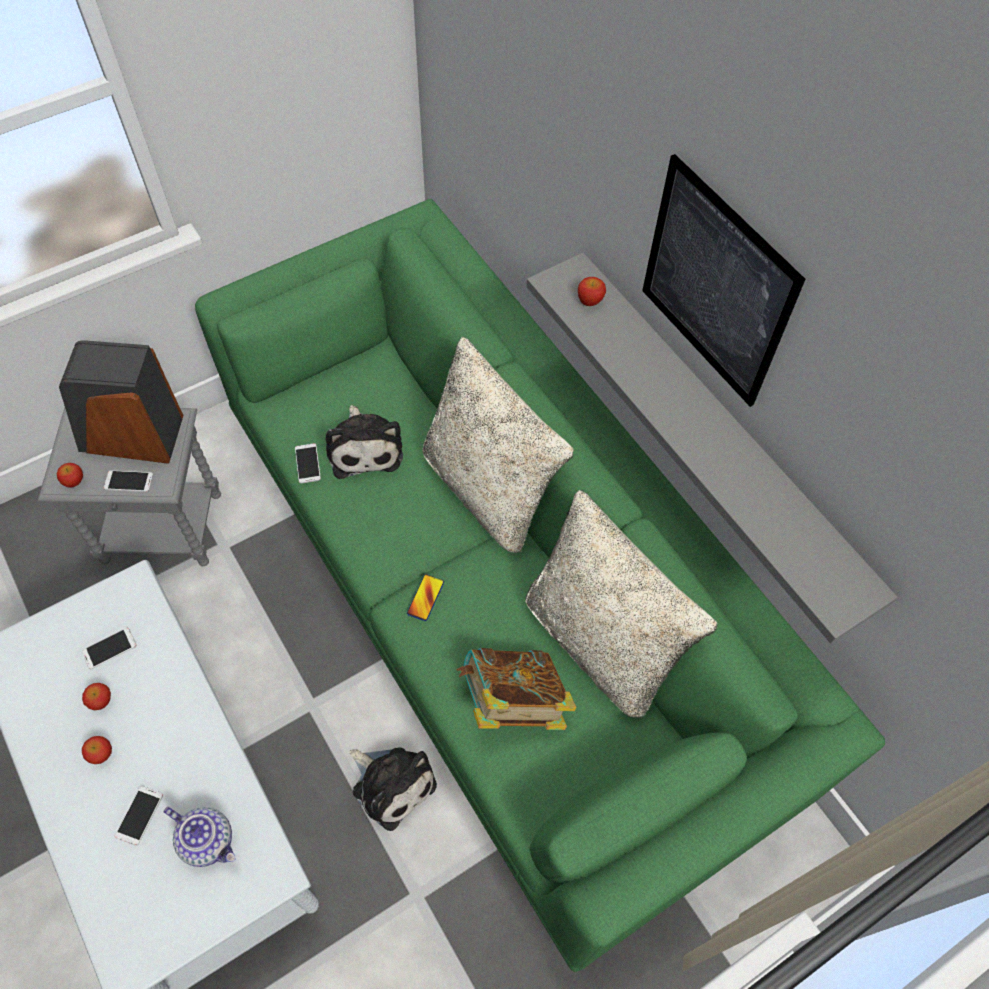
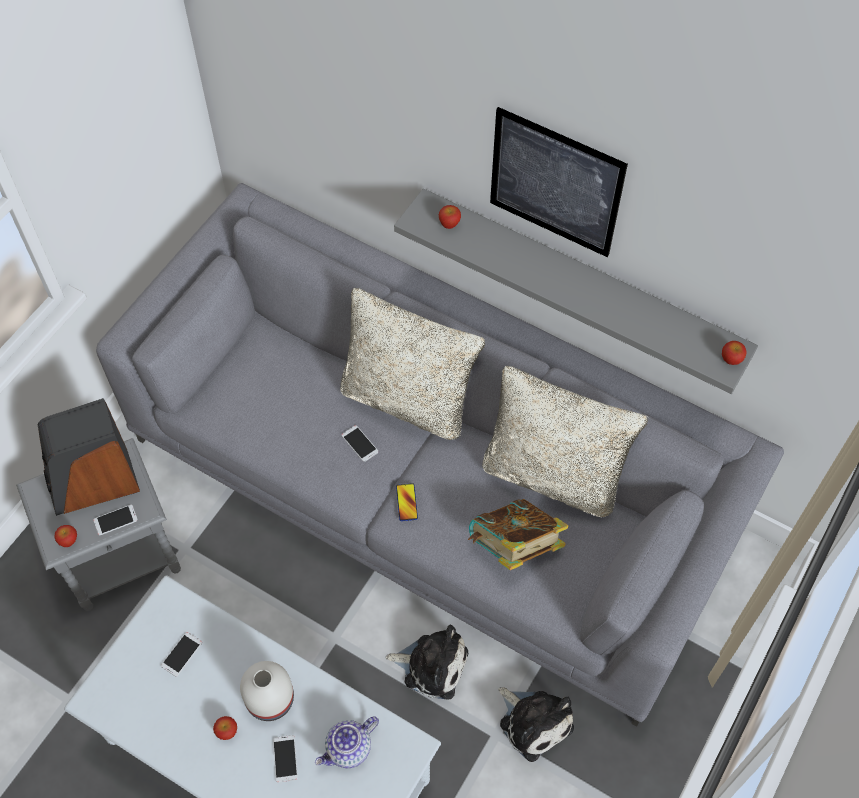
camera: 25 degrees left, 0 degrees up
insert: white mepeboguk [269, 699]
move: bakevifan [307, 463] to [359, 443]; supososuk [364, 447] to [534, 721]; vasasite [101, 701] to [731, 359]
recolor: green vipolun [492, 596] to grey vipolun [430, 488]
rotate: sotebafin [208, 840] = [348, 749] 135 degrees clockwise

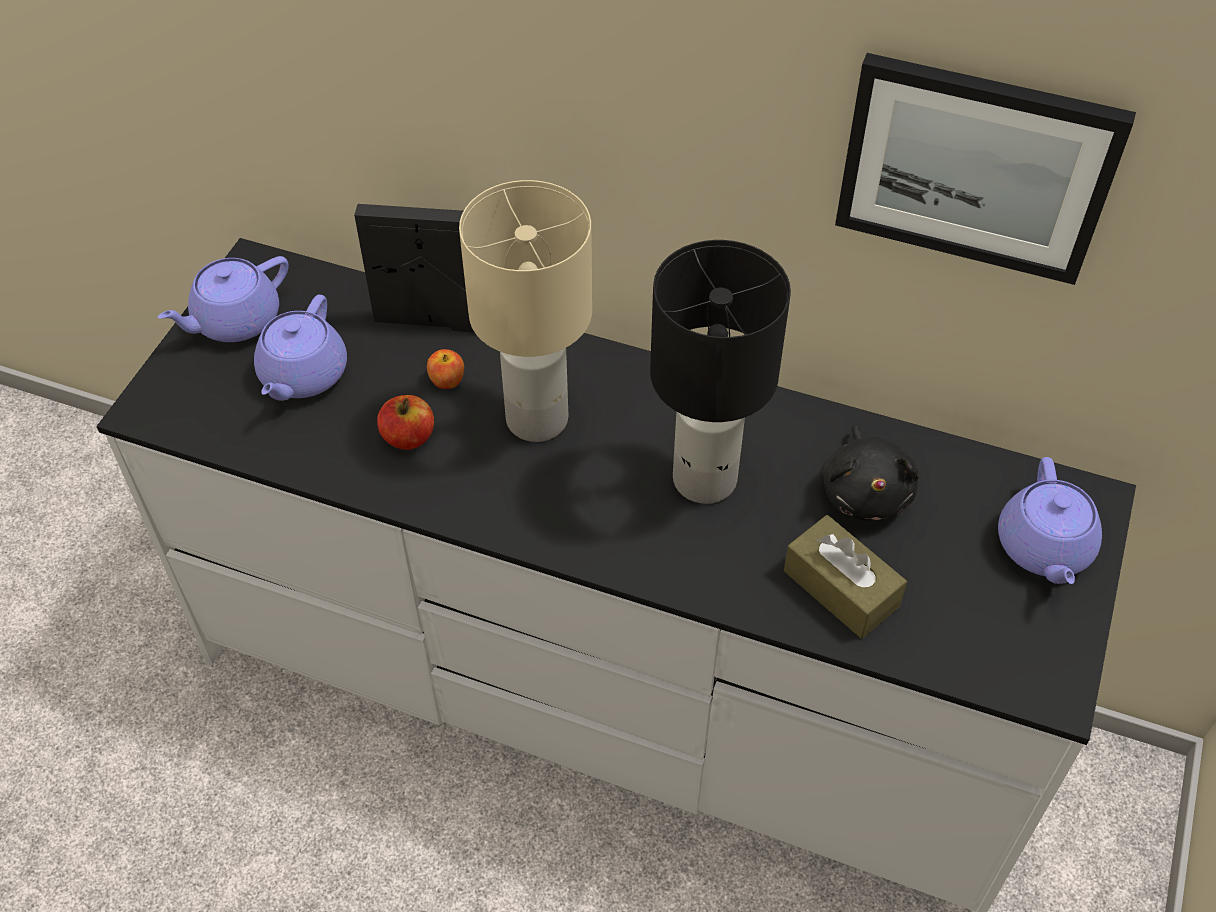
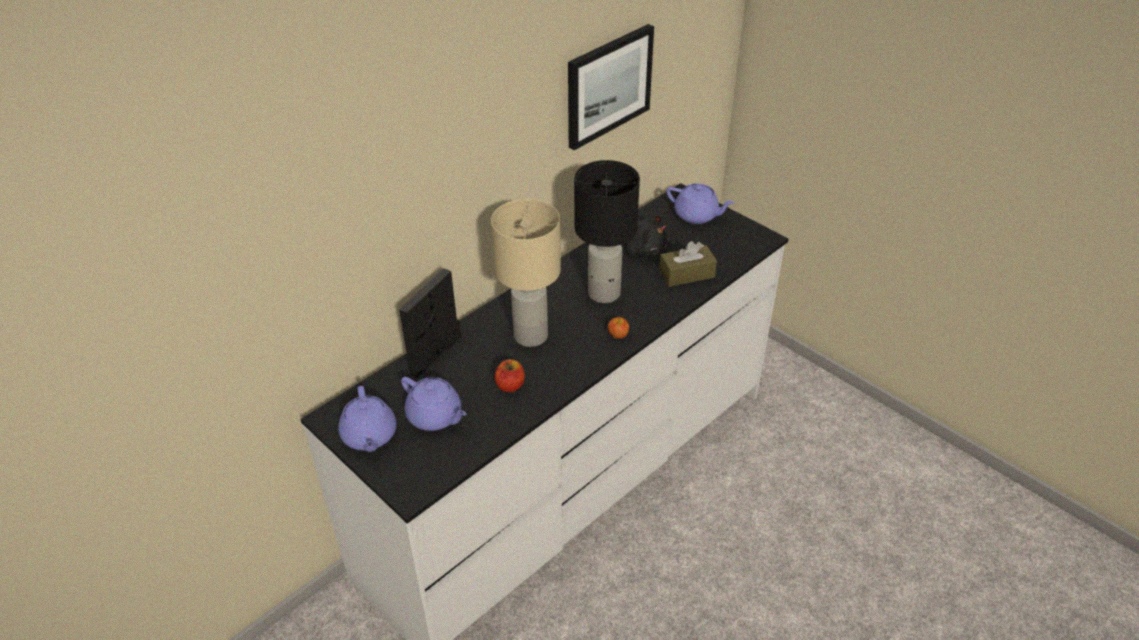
camera: 65 degrees left, 10 degrees down
move: vasasite [447, 380] to [618, 335]

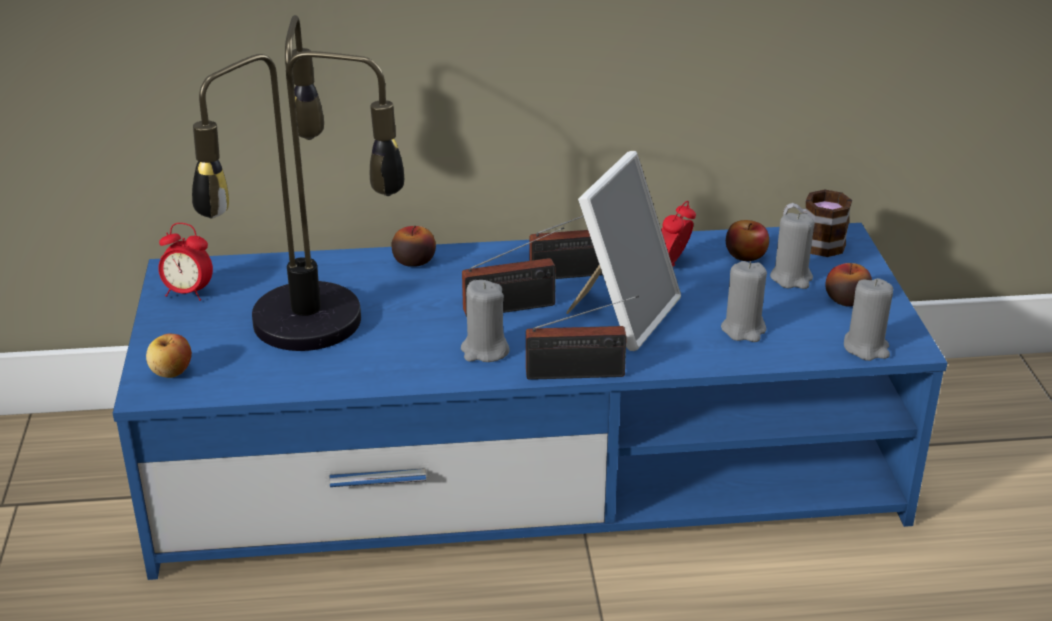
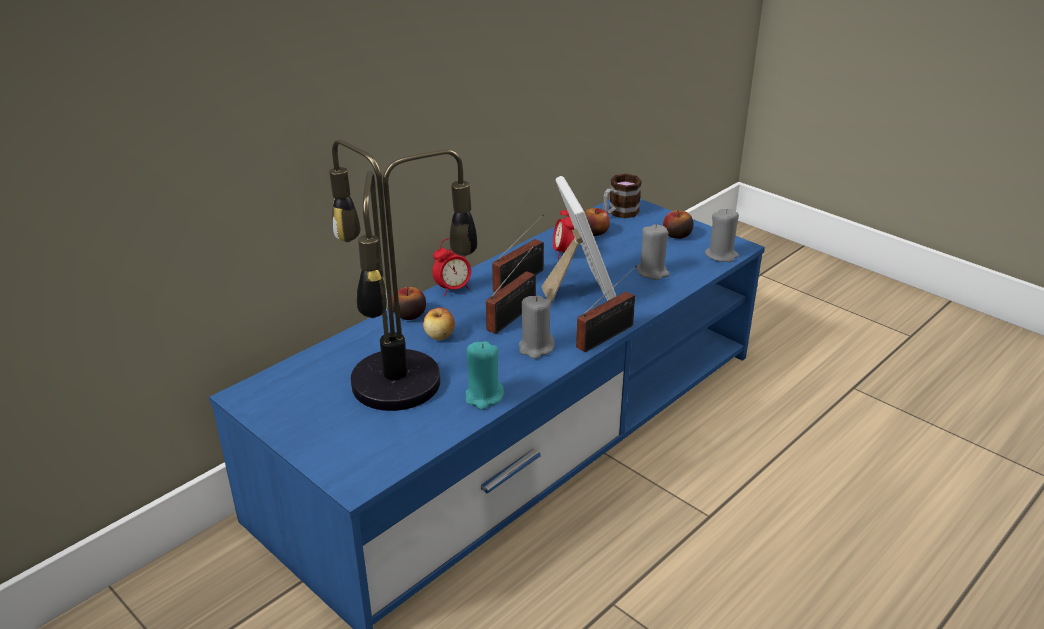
camera: 40 degrees left, 0 degrees up
delete: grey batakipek [791, 278]
insert: turquoise batakipek [483, 397]
move: vasasite [171, 372] to [439, 336]; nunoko [188, 293] to [453, 289]

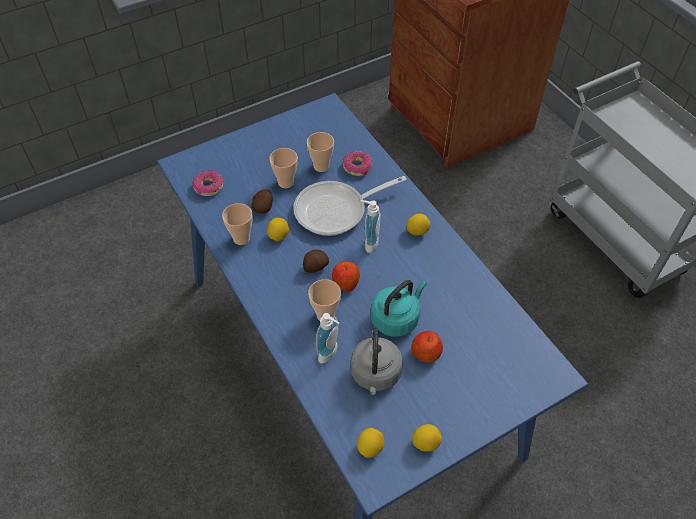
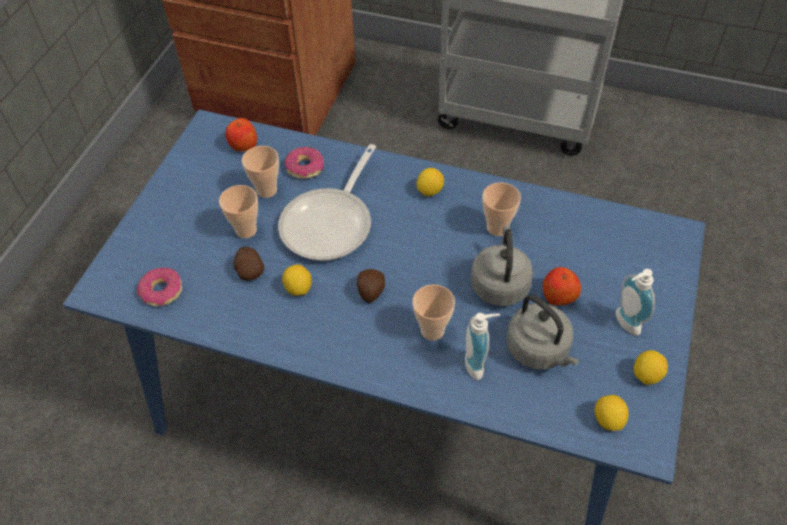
camera: 40 degrees left, 0 degrees up
move: vasasite [346, 282] to [243, 145]; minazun [241, 238] to [497, 228]; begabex [368, 243] to [624, 324]
recolor: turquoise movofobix [396, 318] to grey movofobix [499, 284]

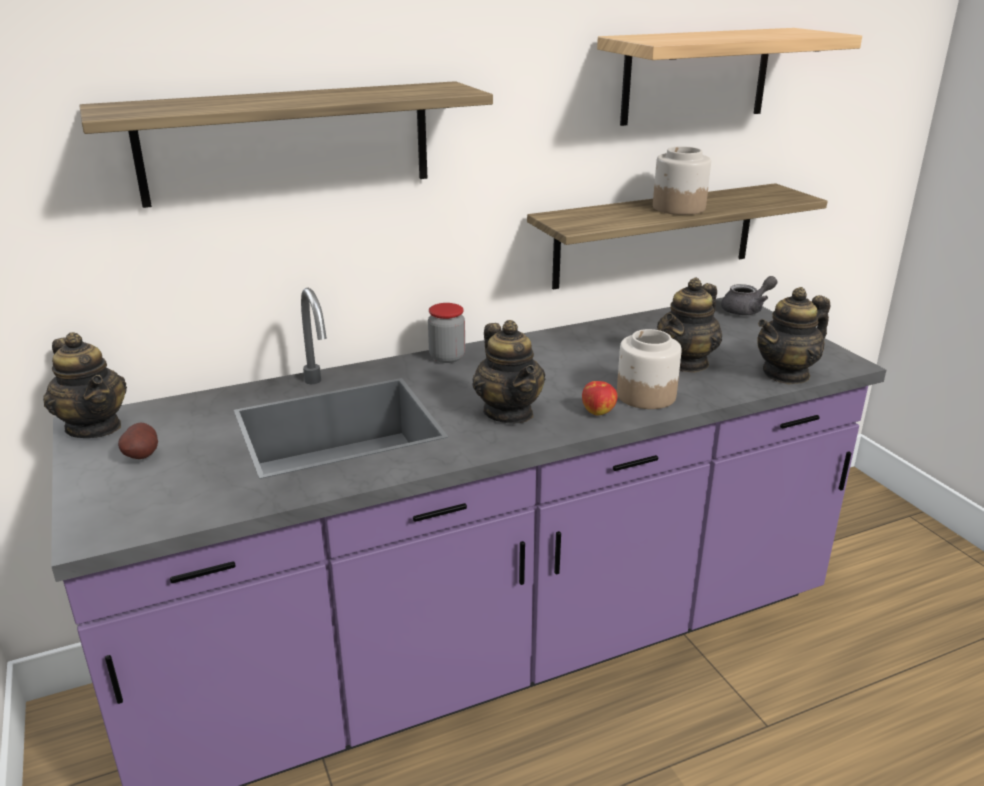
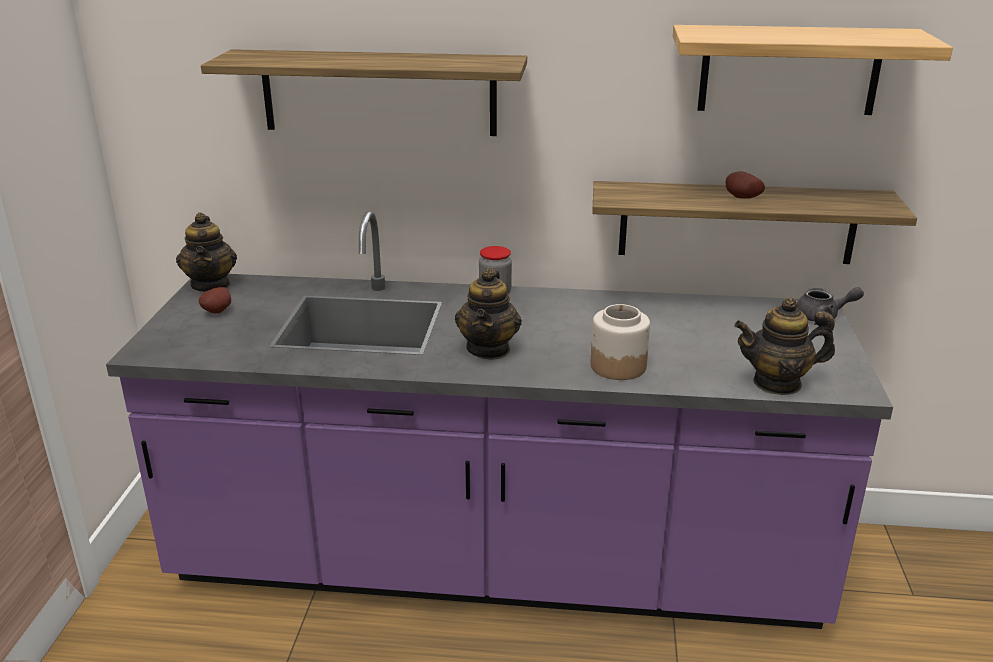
camera: 30 degrees right, 0 degrees up
delete: vasasite [598, 412]; sotebafin [686, 362]
replace: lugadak [678, 207] to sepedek [741, 198]

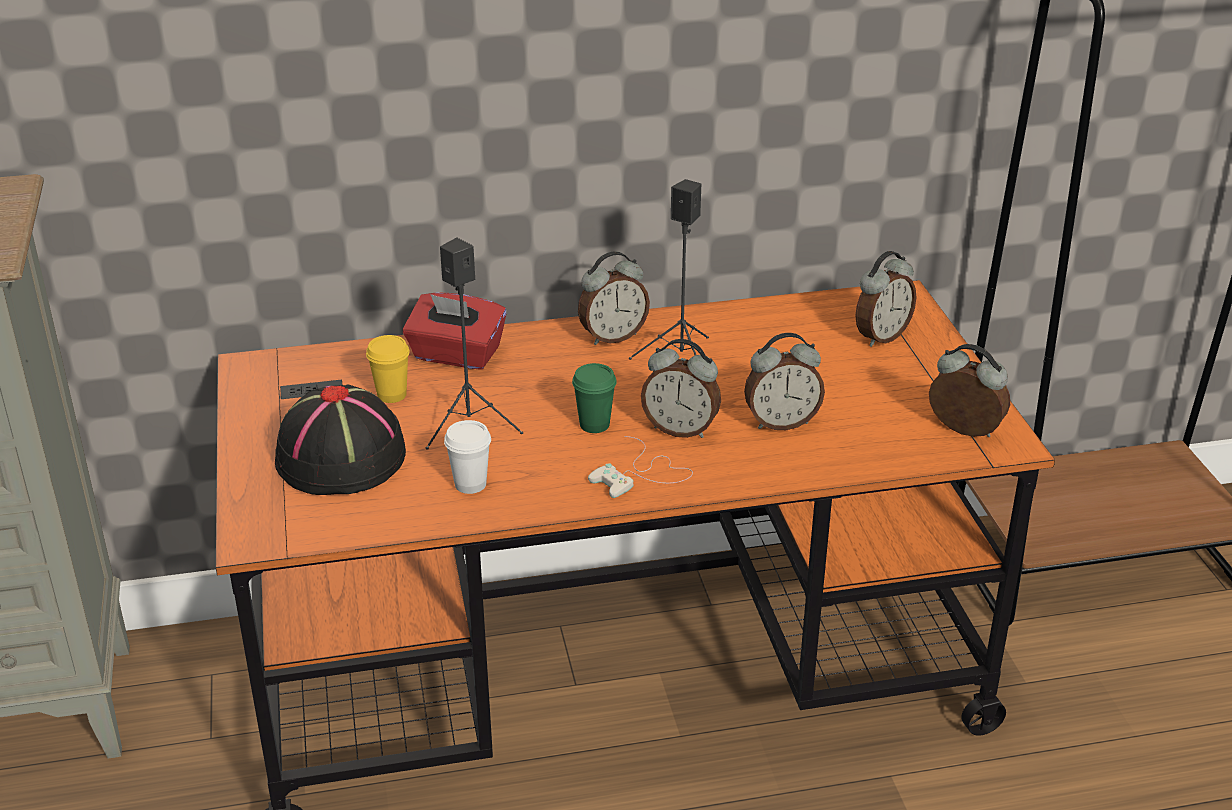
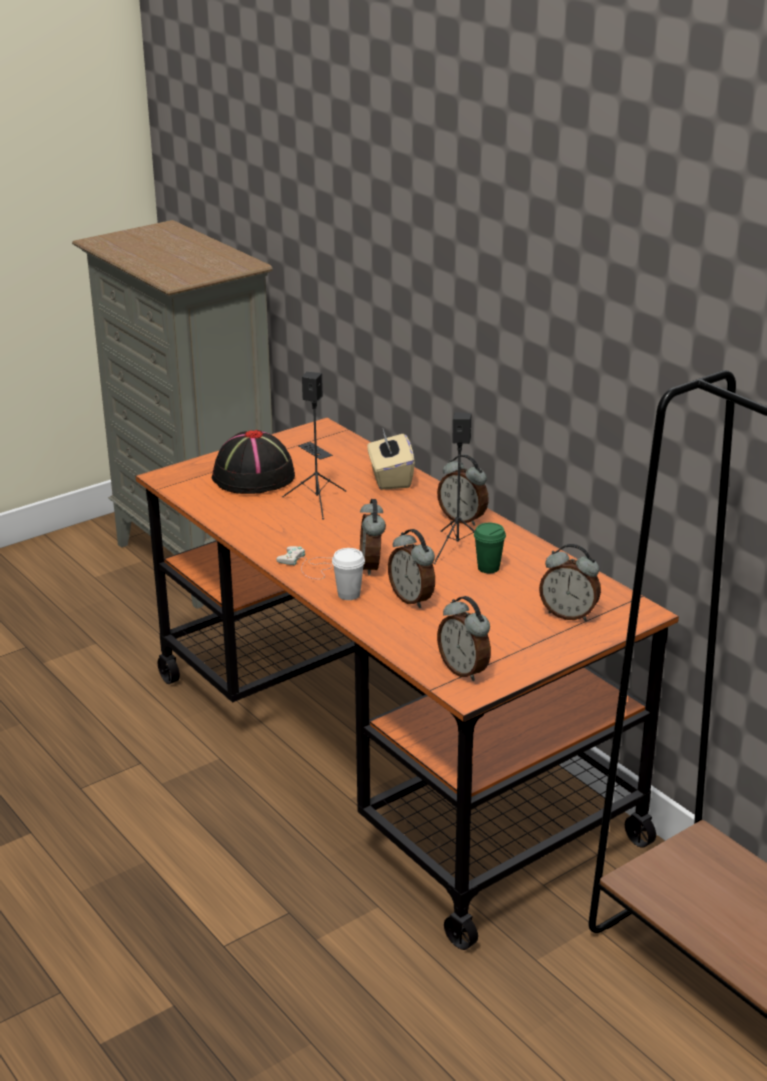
camera: 65 degrees right, 5 degrees down
delete: yellow minazun [391, 395]
move: white minazun [470, 484] to [349, 594]; green minazun [594, 425] to [488, 568]
recolor: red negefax [456, 355] to beige negefax [390, 478]
rotate: nunoko [963, 432] = [464, 670] 135 degrees clockwise

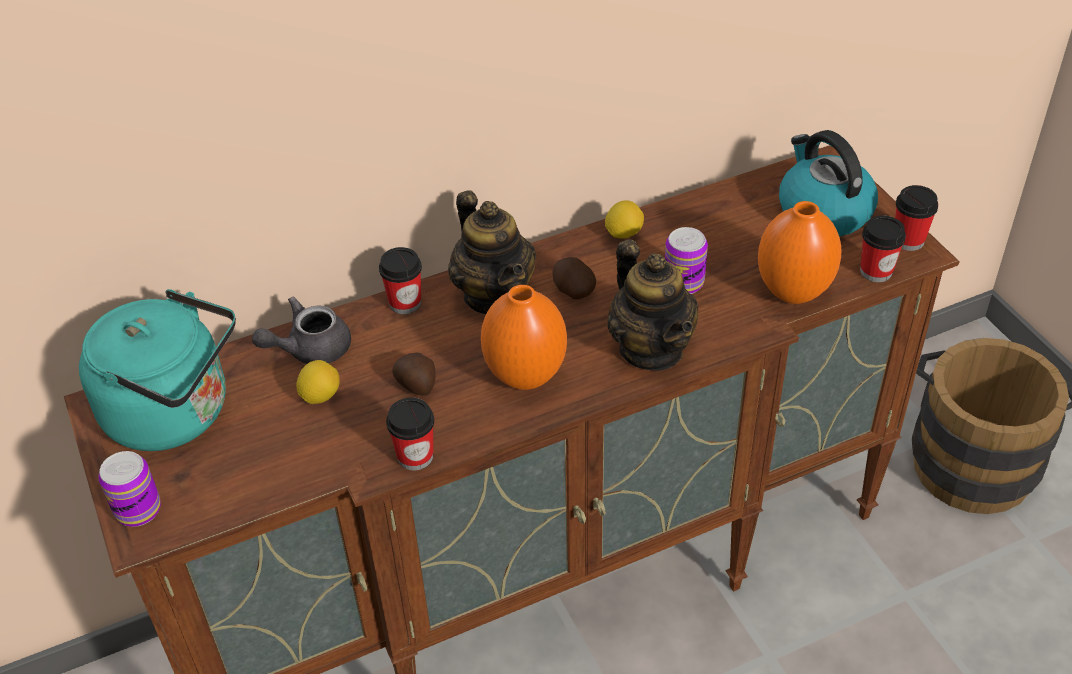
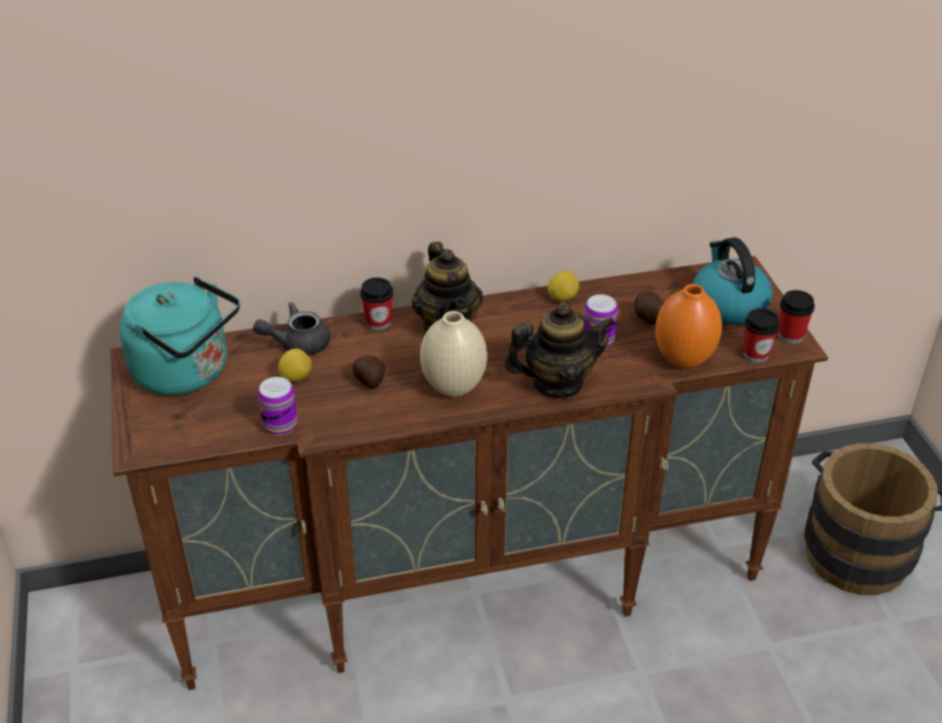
camera: 10 degrees right, 5 degrees down
delete: minazun [415, 456]
move: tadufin [138, 510] to [280, 424]; sepedek [572, 290] to [648, 318]
recolor: orange mepeboguk [526, 377] to beige mepeboguk [454, 388]
rotate: sotebafin [651, 349] = [557, 383] 90 degrees counterclockwise

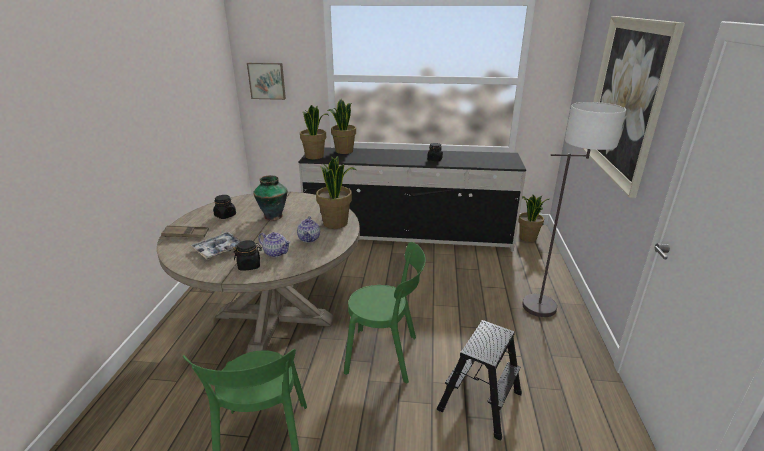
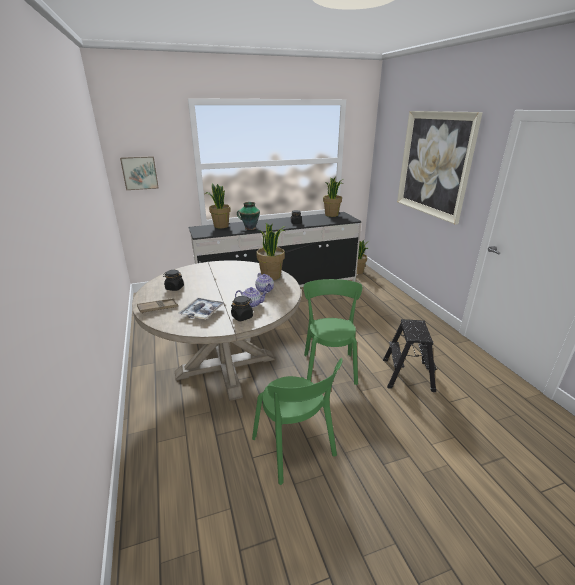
camera: 25 degrees left, 0 degrees up
delete: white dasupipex [549, 307]
move: mepeboguk [273, 216] to [249, 228]; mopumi [315, 156] to [332, 215]
rotate: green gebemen [386, 355] = [329, 366] 75 degrees counterclockwise

